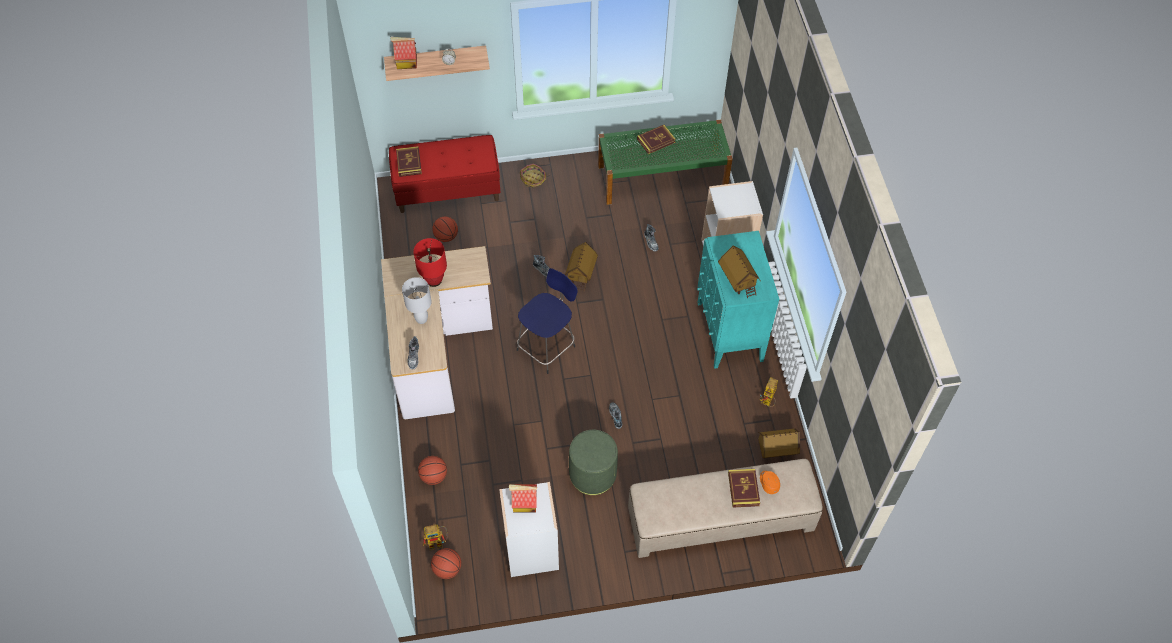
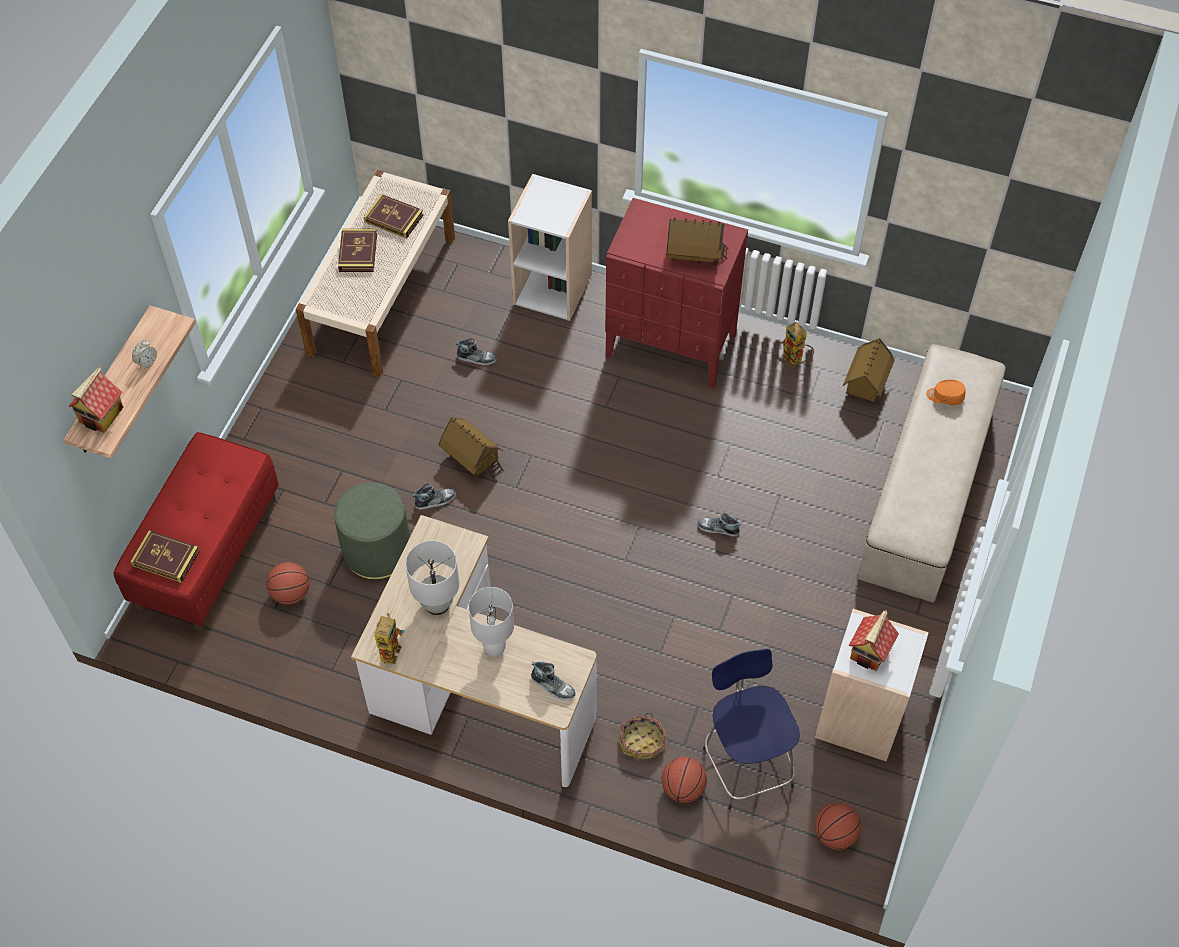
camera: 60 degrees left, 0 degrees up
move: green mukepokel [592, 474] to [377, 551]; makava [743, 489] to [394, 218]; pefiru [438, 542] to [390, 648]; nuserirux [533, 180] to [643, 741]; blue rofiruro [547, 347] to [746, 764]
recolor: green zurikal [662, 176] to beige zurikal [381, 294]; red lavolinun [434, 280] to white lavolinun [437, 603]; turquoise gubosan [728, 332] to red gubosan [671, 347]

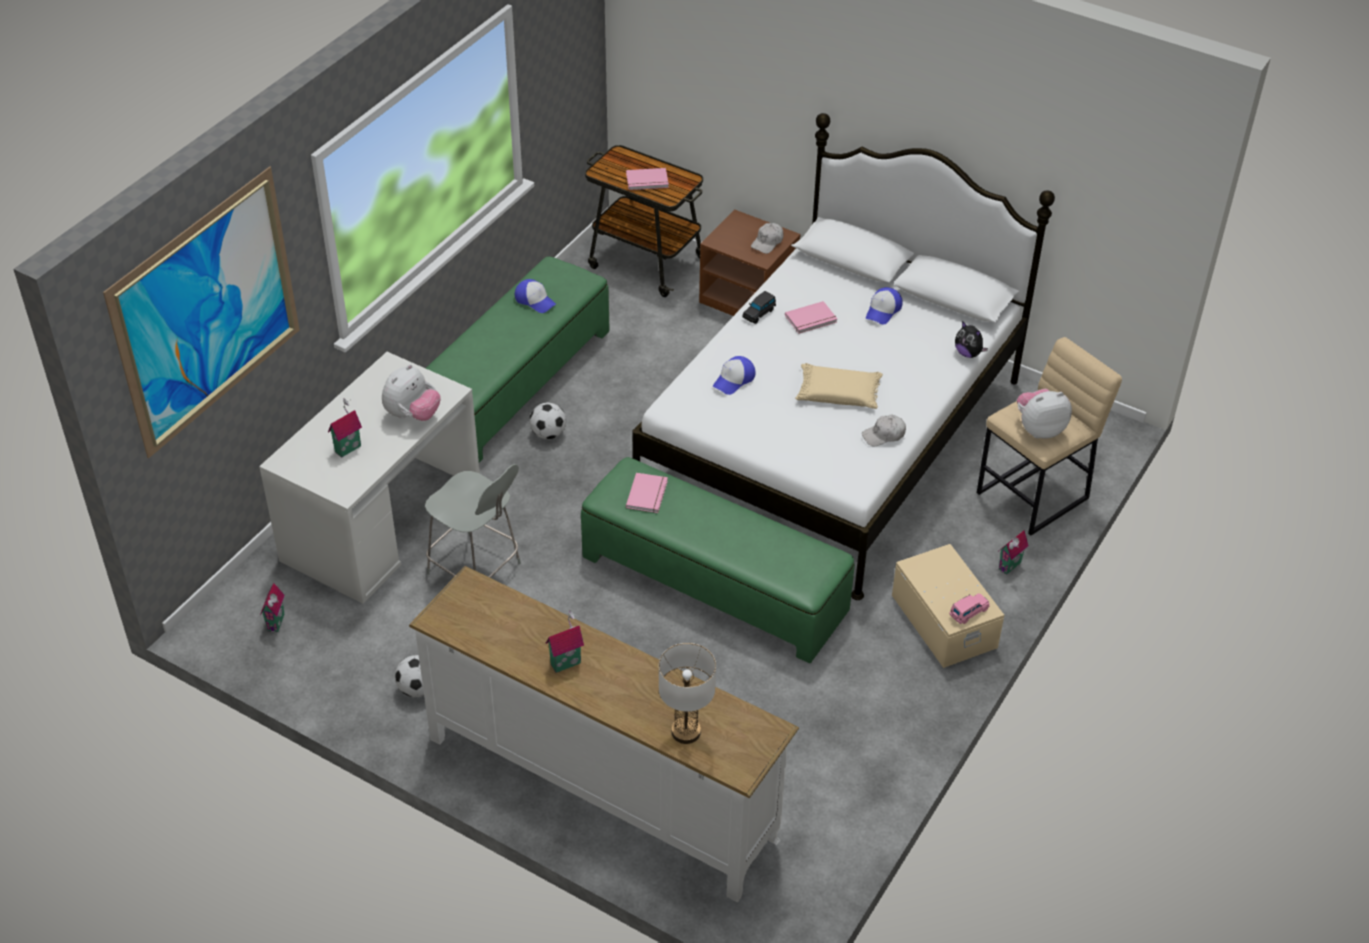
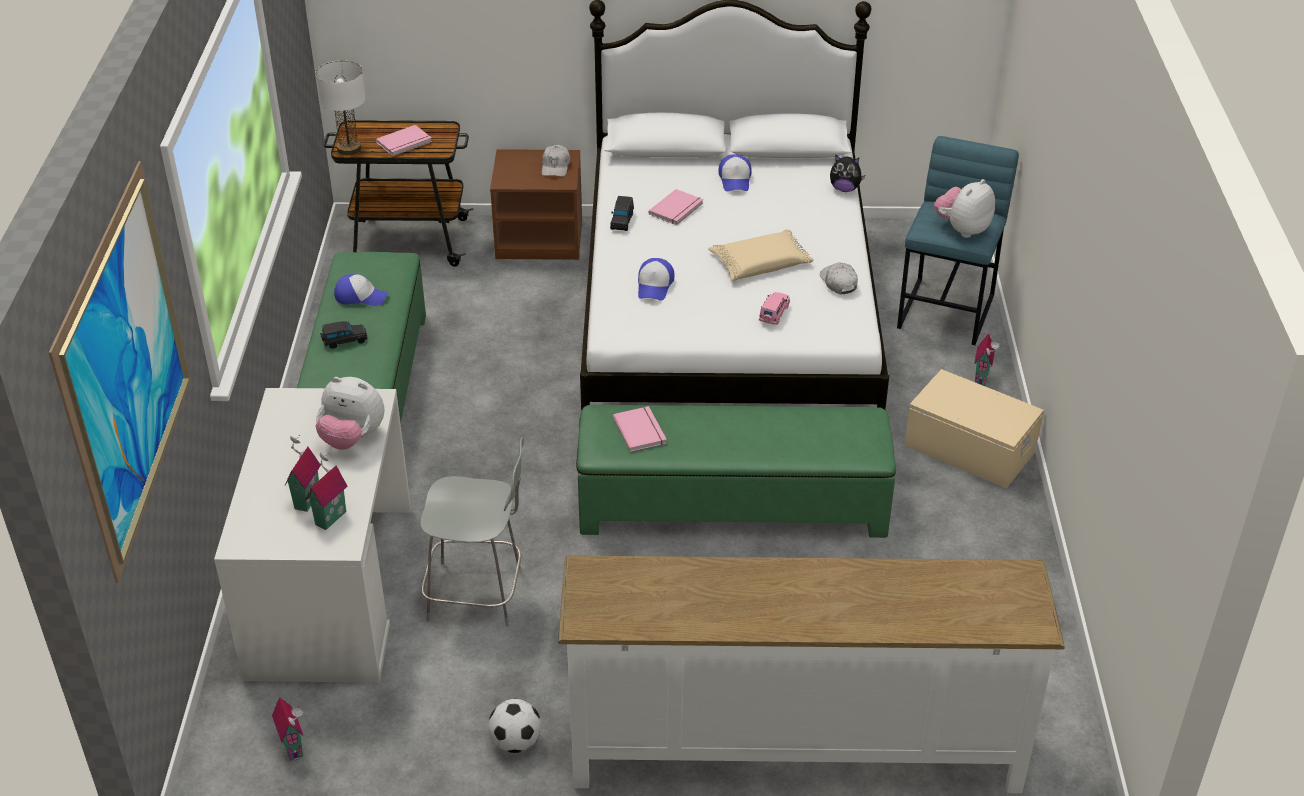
camera: 30 degrees left, 5 degrees down
delete: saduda [548, 434]
insert: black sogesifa [344, 341]
move: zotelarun [565, 662] to [329, 517]; lavolinun [685, 732] to [349, 149]; pink sogesifa [968, 613] to [774, 314]
recolor: beige rofiruro [1034, 494] to blue rofiruro [946, 310]
rotate: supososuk [412, 415] = [352, 438] 105 degrees clockwise; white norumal [884, 435] = [838, 282] 120 degrees clockwise

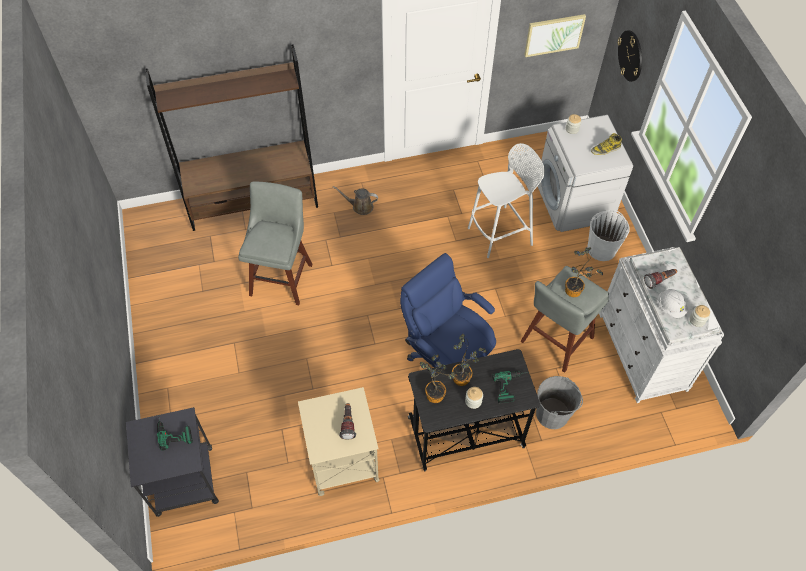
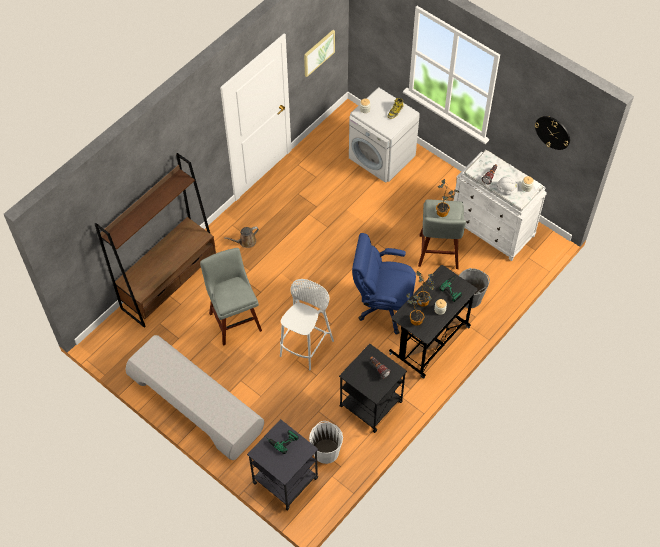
camera: 35 degrees left, 0 degrees up
insert: grey zurikal [195, 404]
move: white rofiruro [500, 233] to [305, 346]; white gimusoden [602, 248] to [326, 451]; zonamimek [630, 55] to [553, 132]
recolor: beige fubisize [341, 460] to black fubisize [370, 404]

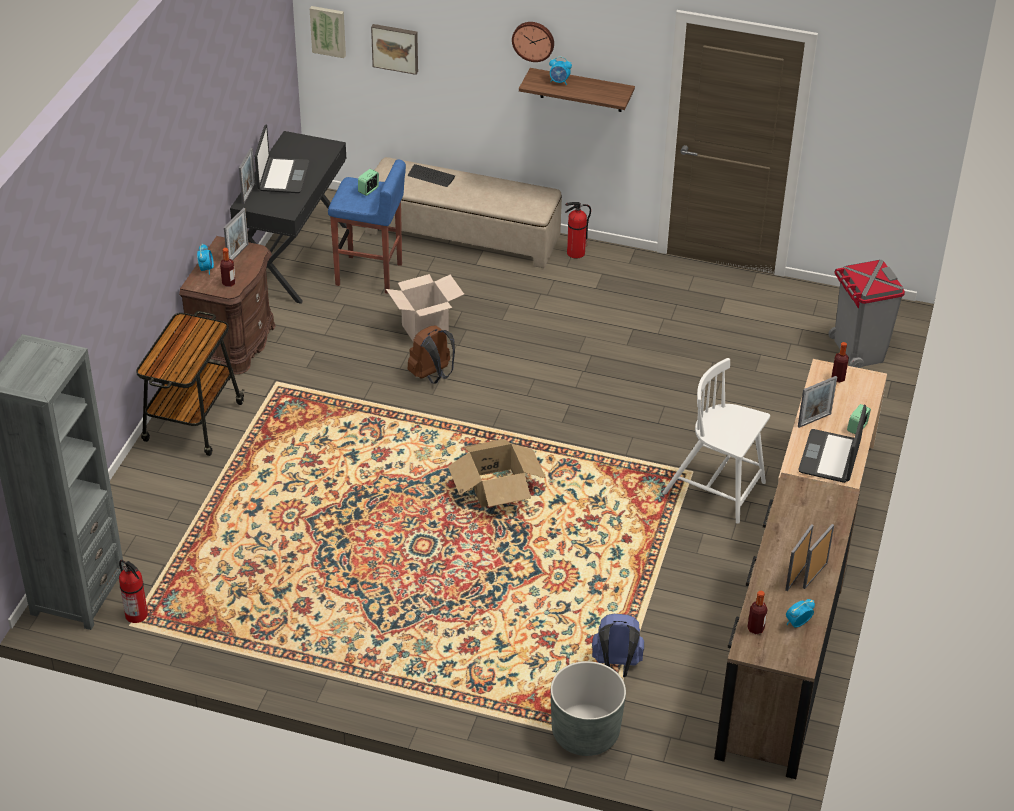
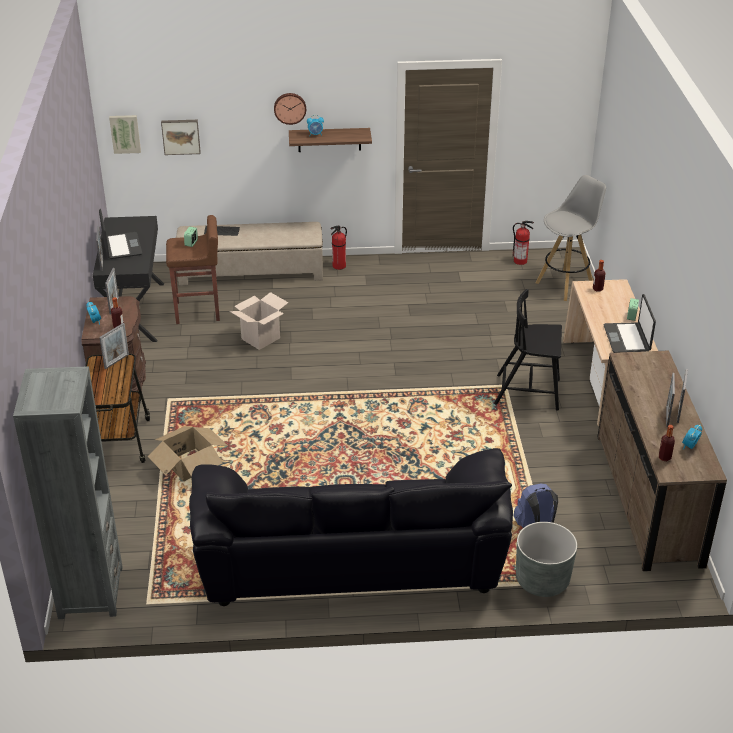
camera: 20 degrees left, 5 degrees down
delete: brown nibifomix [432, 375]
insert: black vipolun [351, 567]
move: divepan [814, 420] to [116, 361]; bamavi [496, 488] to [189, 465]; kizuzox [137, 615] to [521, 261]
replace: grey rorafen [858, 351] to grey rofiruro [566, 284]
recolor: blue rofiruro [370, 275] to brown rofiruro [198, 312]; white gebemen [716, 489] to black gebemen [529, 392]

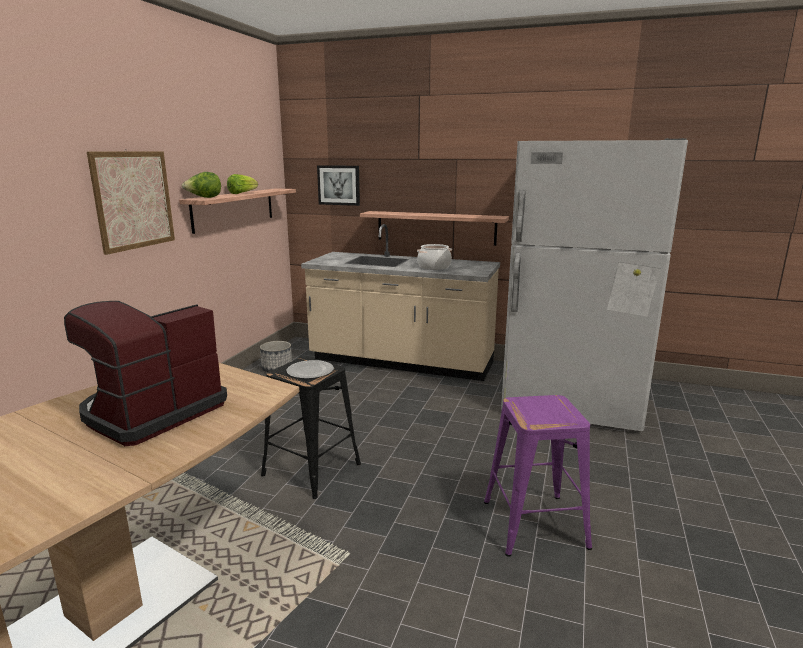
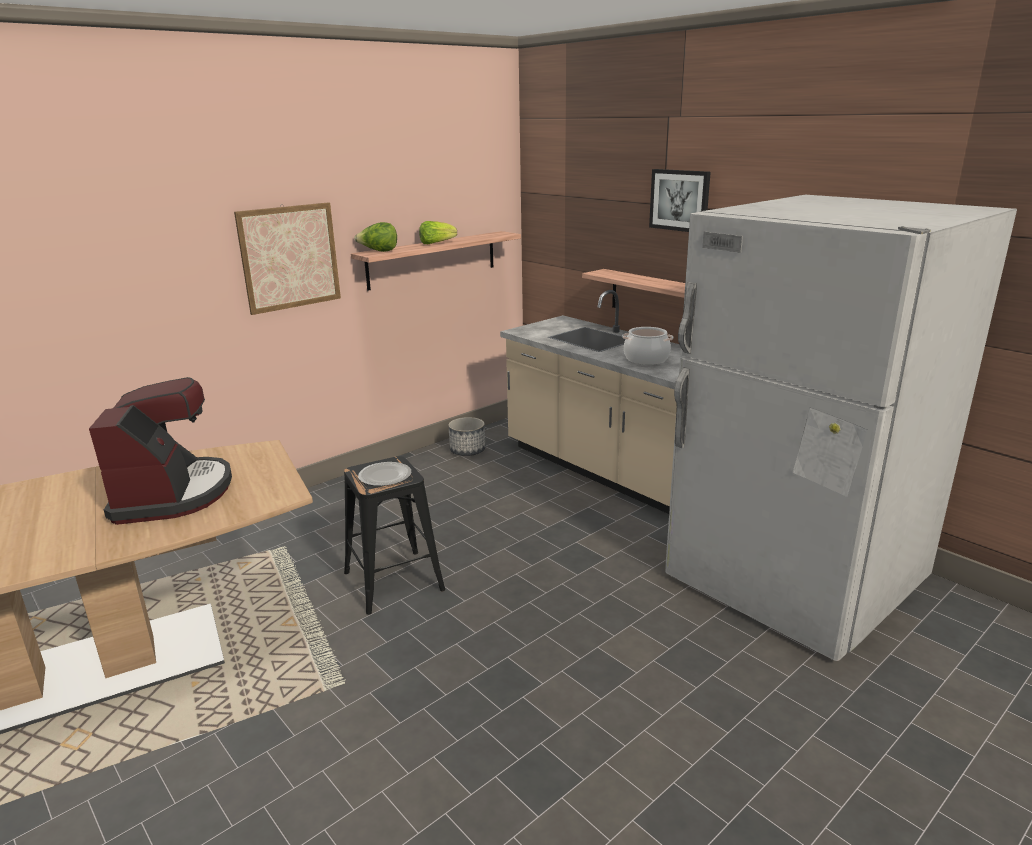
camera: 30 degrees right, 5 degrees up
delete: purple rofiruro [535, 523]
move: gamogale [339, 185] to [680, 200]
rotate: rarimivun [152, 412] = [173, 494] 105 degrees clockwise

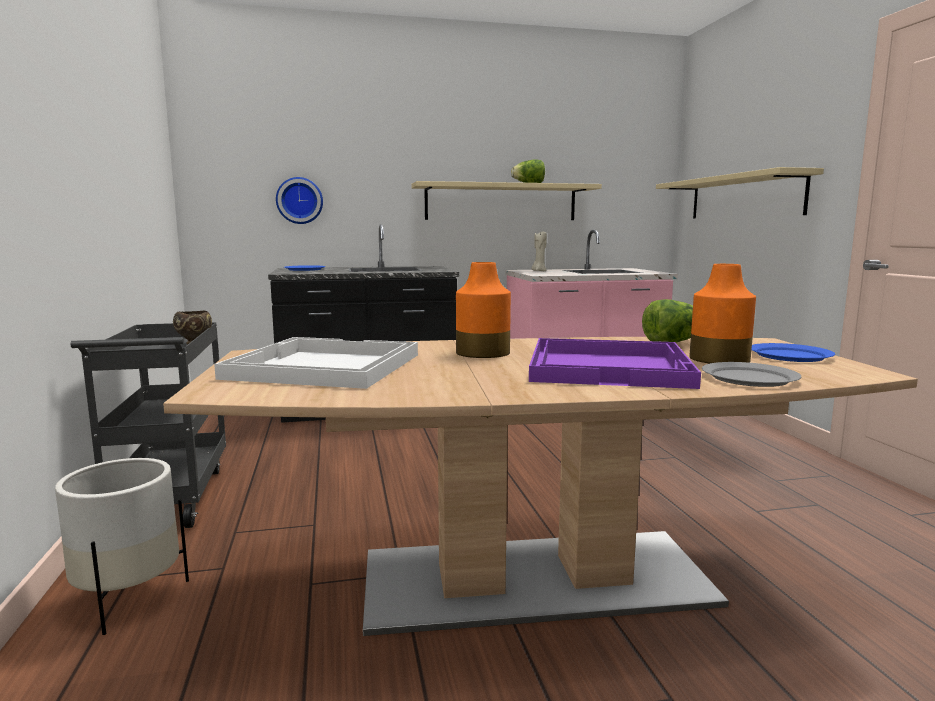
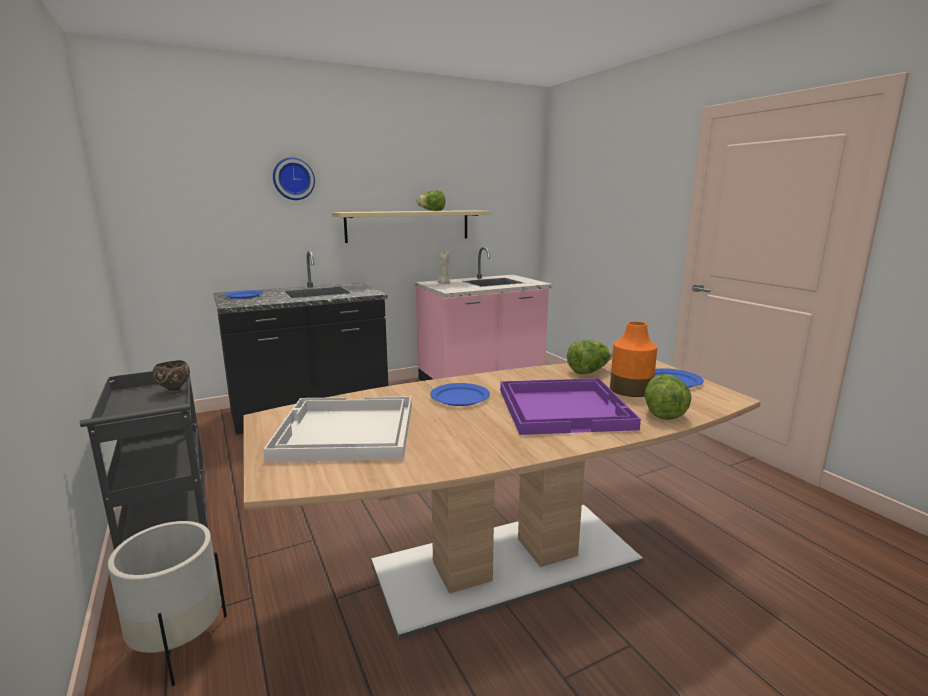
camera: 15 degrees left, 5 degrees up
delete: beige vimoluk [744, 197]
move: zonamimek [299, 200] to [293, 179]
replace: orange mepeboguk [483, 352] to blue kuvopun [460, 397]; grey kuvopun [748, 378] to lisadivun [662, 412]

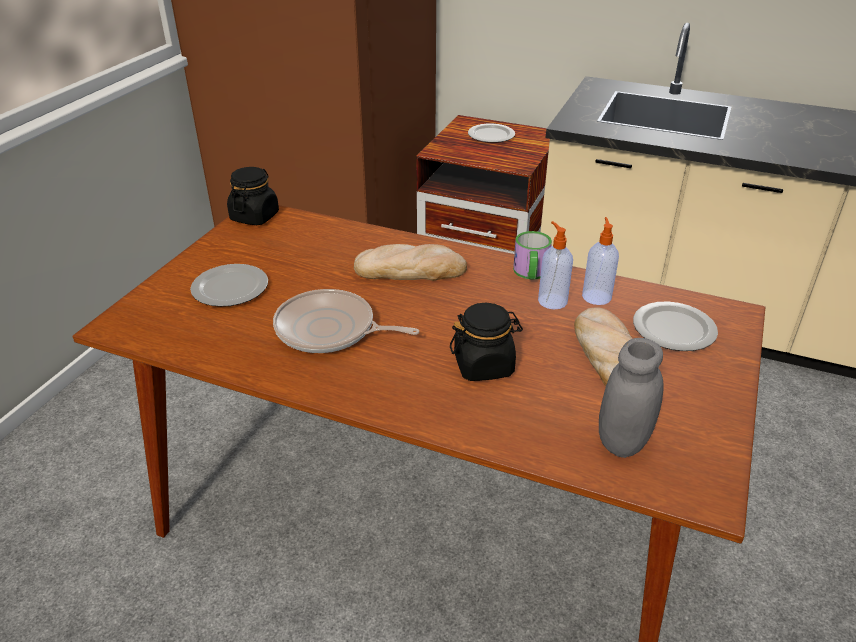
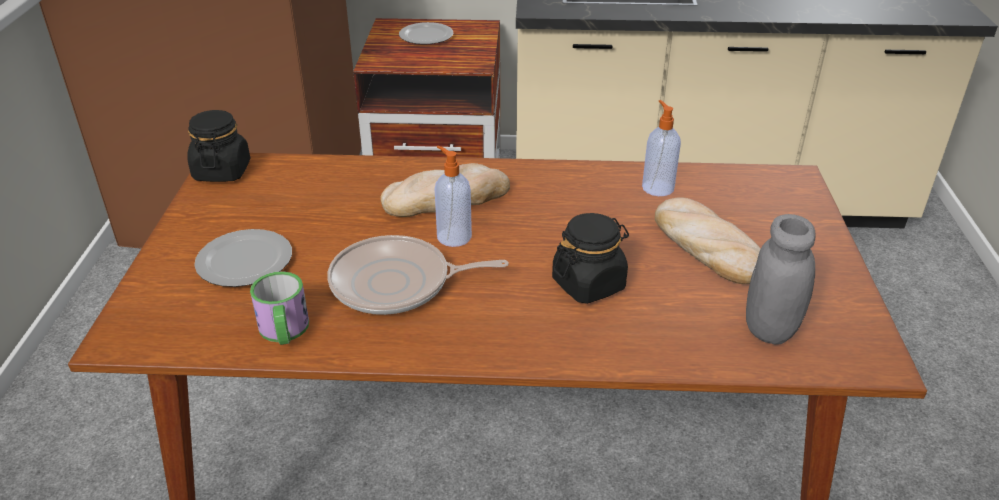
camera: 20 degrees left, 0 degrees up
delete: kuvopun [672, 330]
move: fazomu [530, 273] to [284, 331]; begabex [552, 300] to [453, 236]

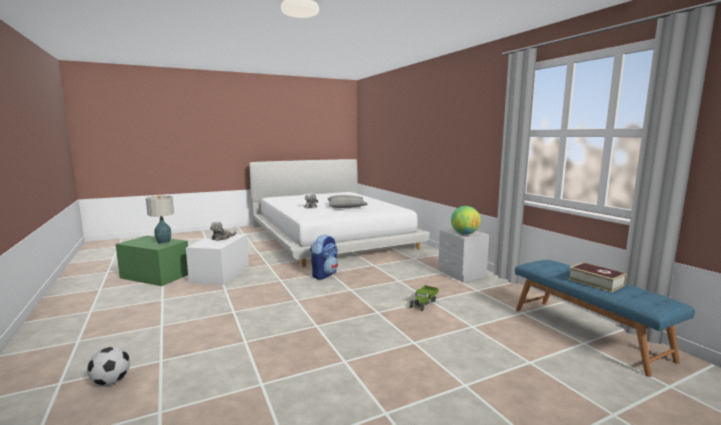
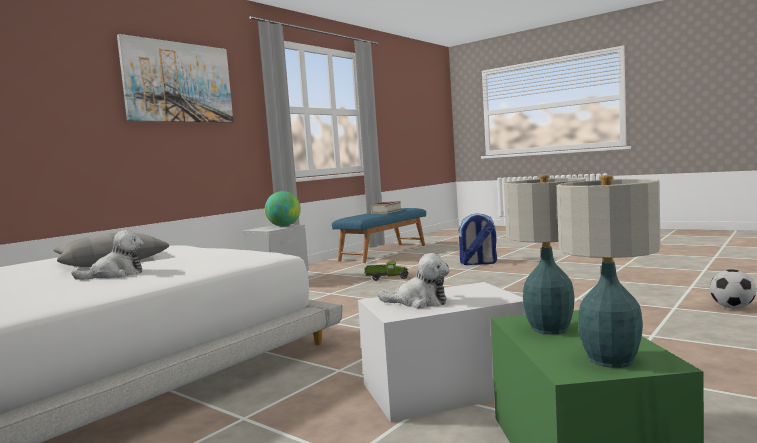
camera: 115 degrees left, 5 degrees down
insert: gamogale [178, 82]; lavolinun [612, 359]
move: nibifomix [324, 274] to [478, 263]

